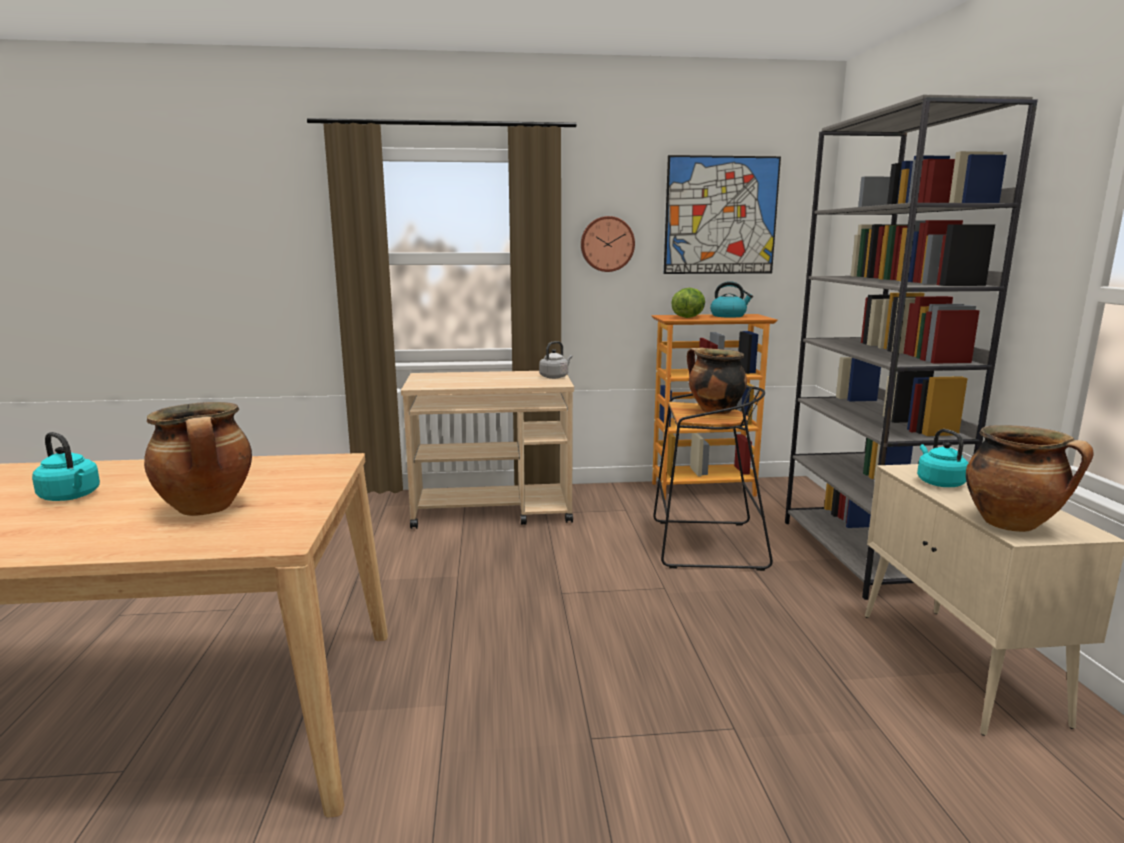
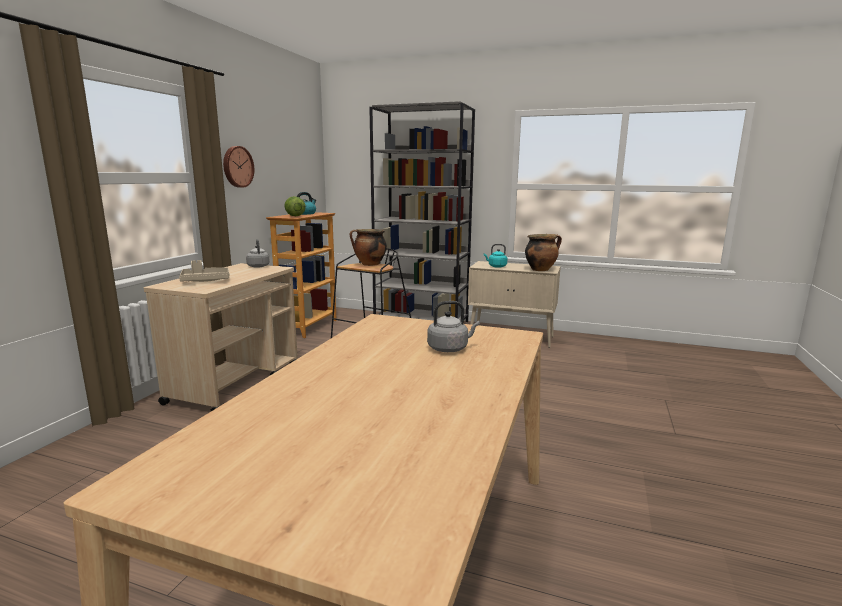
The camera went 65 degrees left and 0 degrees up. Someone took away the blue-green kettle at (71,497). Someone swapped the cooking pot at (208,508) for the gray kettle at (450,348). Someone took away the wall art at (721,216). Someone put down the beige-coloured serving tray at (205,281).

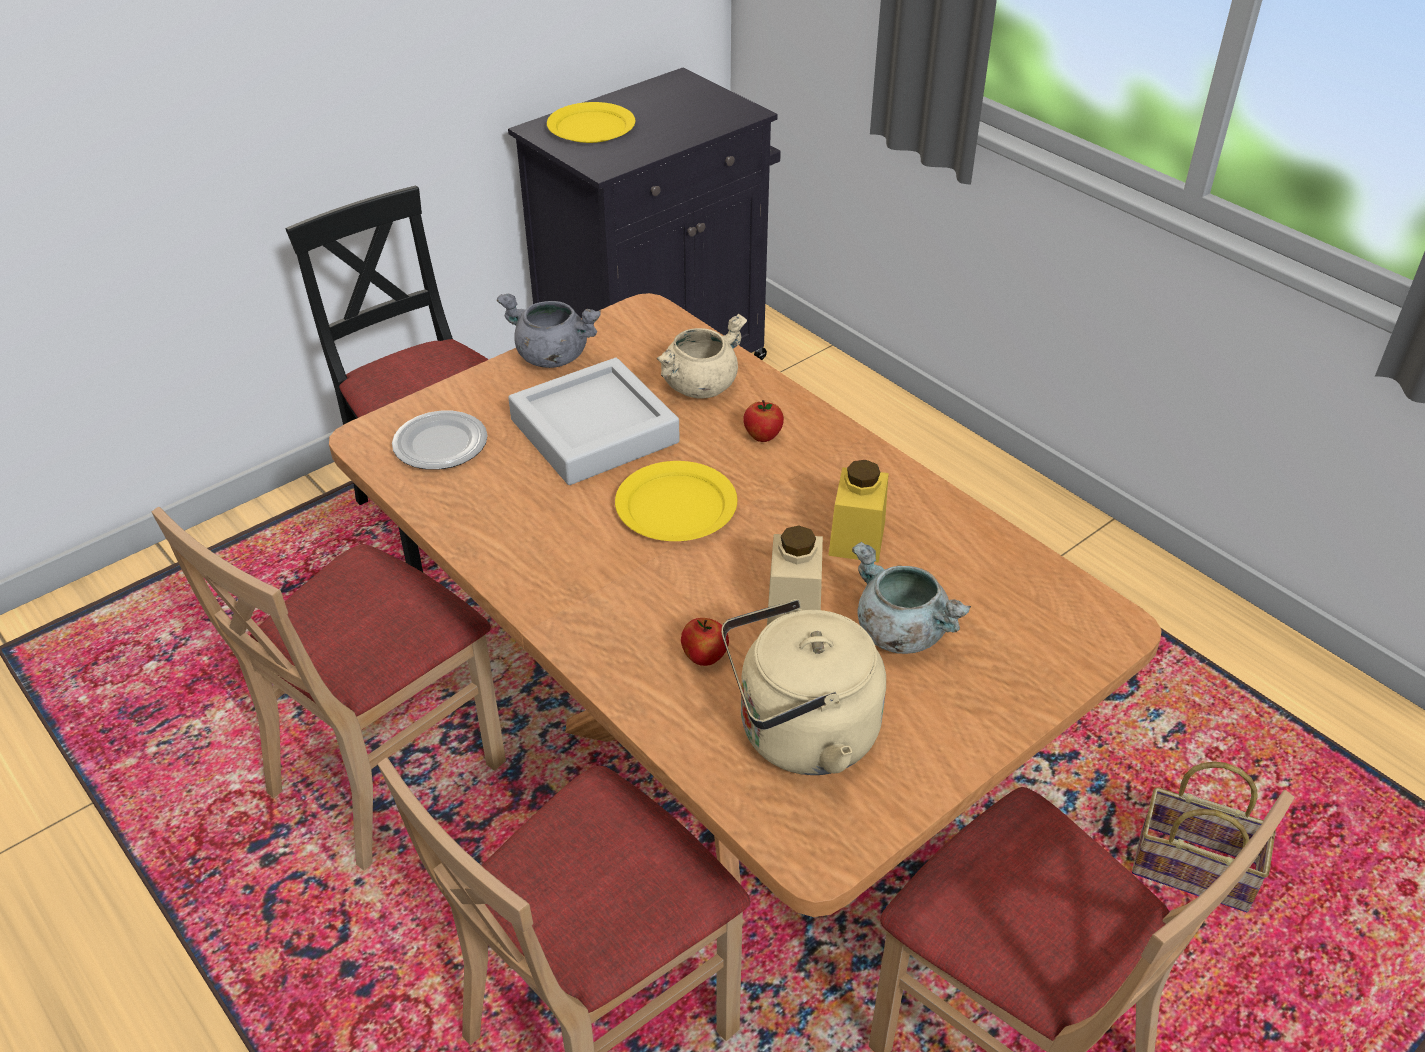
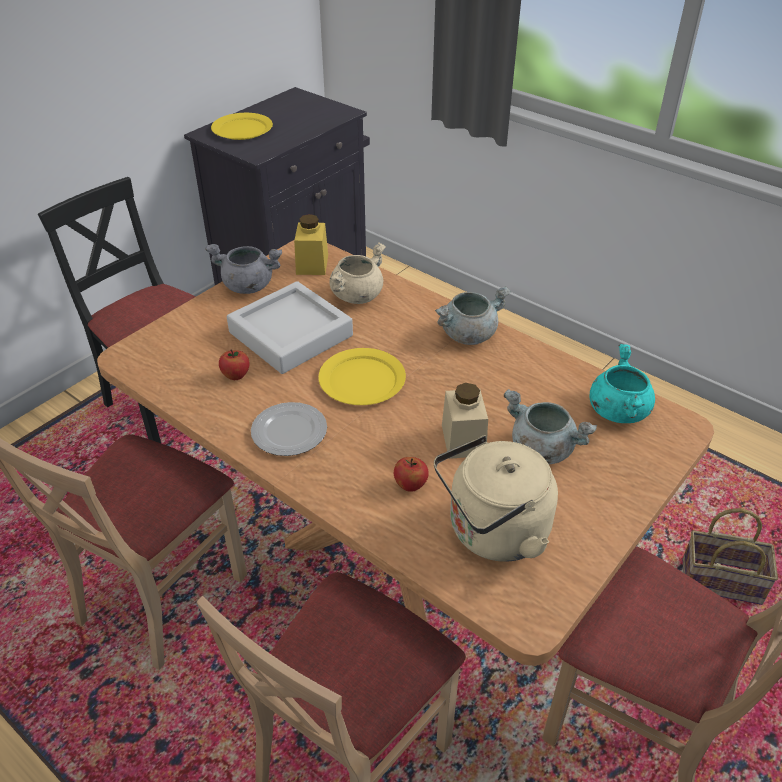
The camera went 10 degrees left and 0 degrees up. Someone carried the plate from (441,444) to (290,432). Someone carried the whole apple from (763,436) to (236,376). Someone carried the yellow-coloured jar from (857,538) to (312,264). Someone put down the gray cooking pot at (468,334). Someone put down the blue-green cooking pot at (618,411).

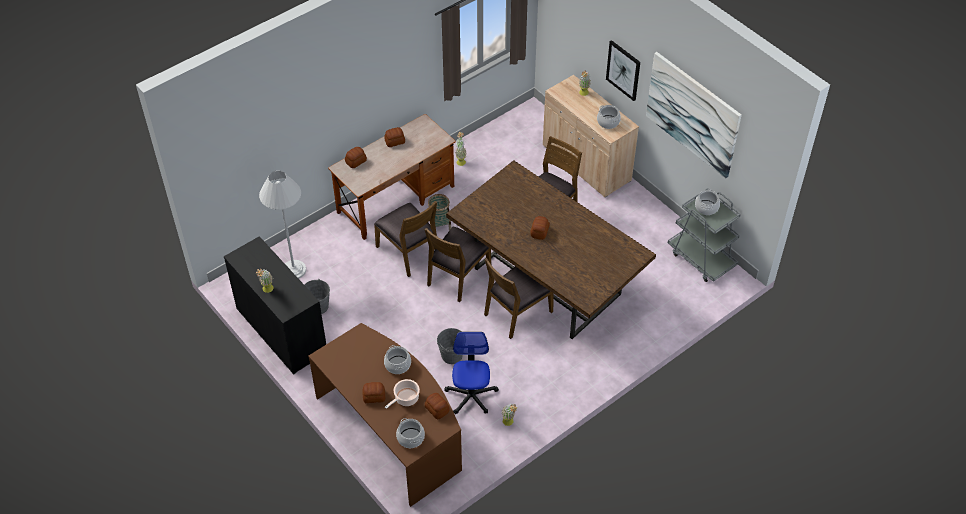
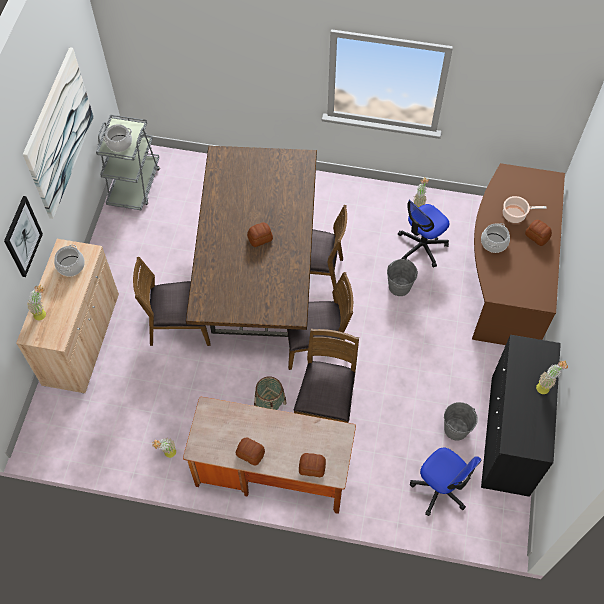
The camera went 130 degrees left and 10 degrees up. Someone swapped the white standard lamp at (294,270) for the computer chair at (440,488). Someone took away the cooking pot at (410,438). Someone took away the baked bread at (437,410).

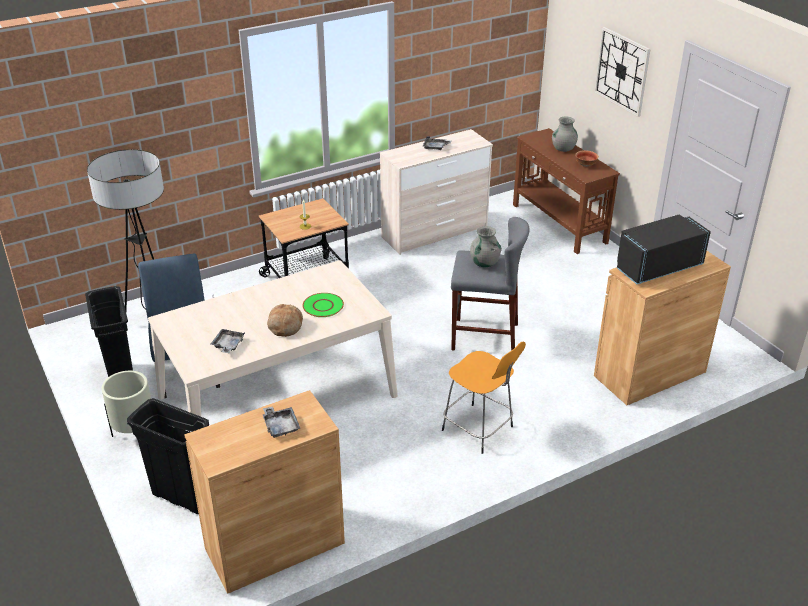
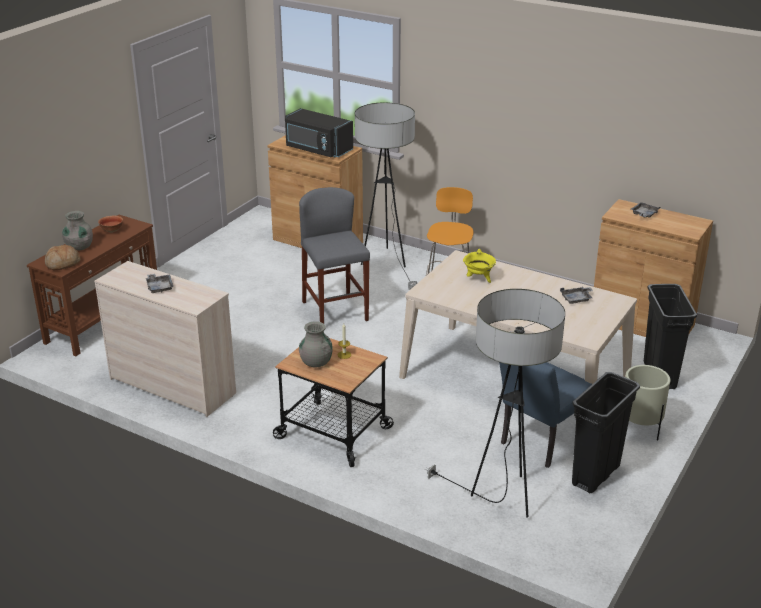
The camera went 120 degrees left and 5 degrees down. Someone carried the baked bread from (285,326) to (63,264). Someone swapped the green-coloured plate at (323,306) for the yellow-coloured cooking pot at (478,279). Someone carried the gray vase from (484,263) to (316,362). Someone took away the hanging clock at (622,71). Someone put down the standard lamp at (386,264).

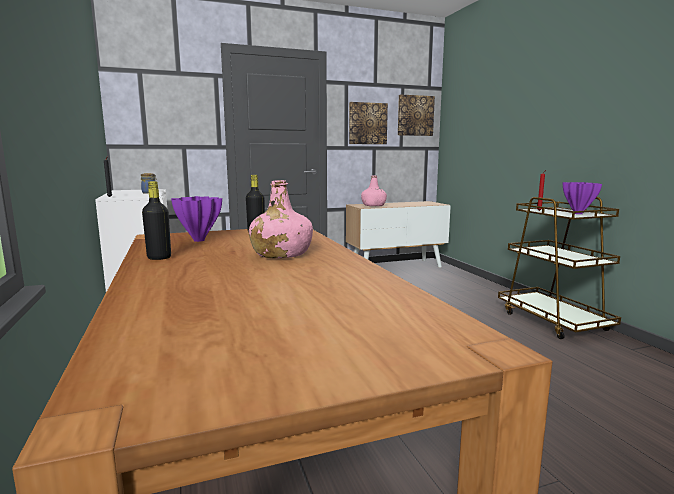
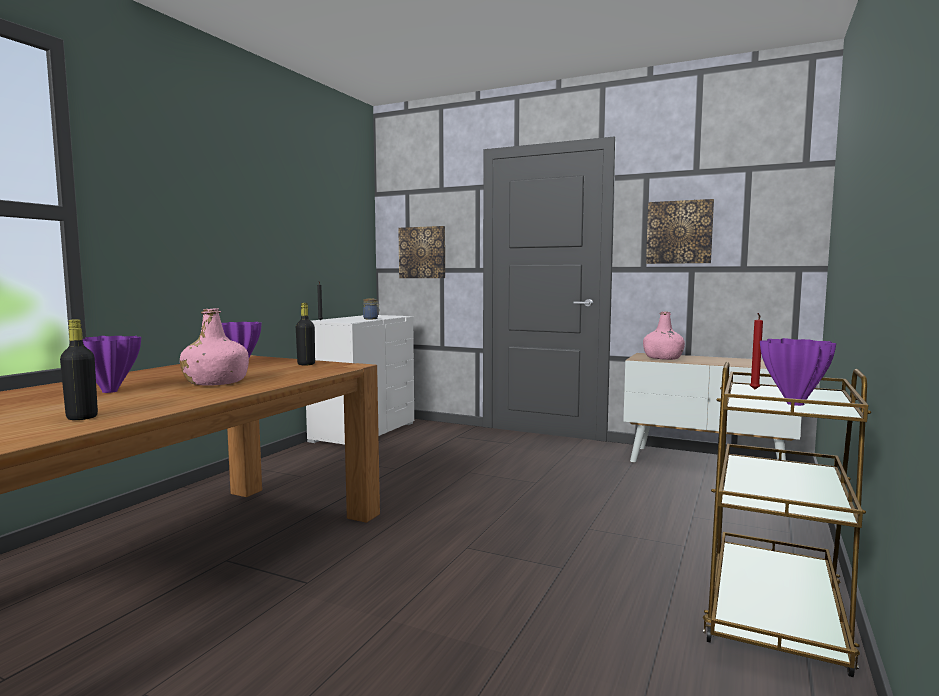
The camera went 45 degrees right and 5 degrees down. Someone carried the black beverage bottle from (159,258) to (82,417). Someone carried the wall art from (415,115) to (422,252). Someone put down the purplish vase at (110,391).

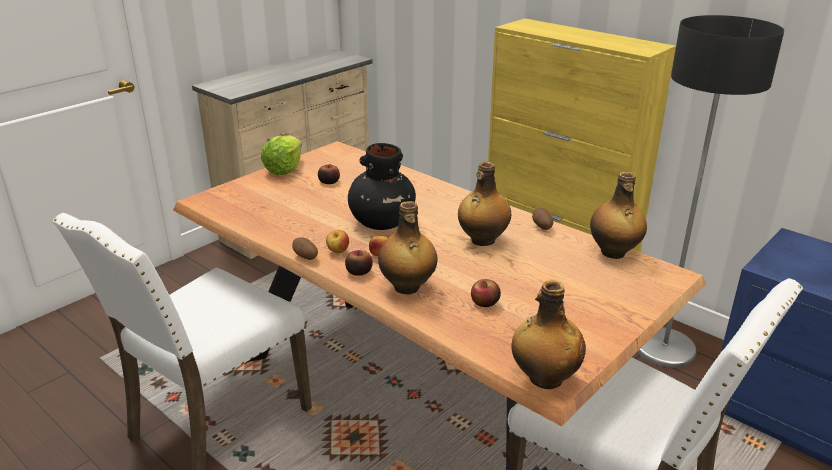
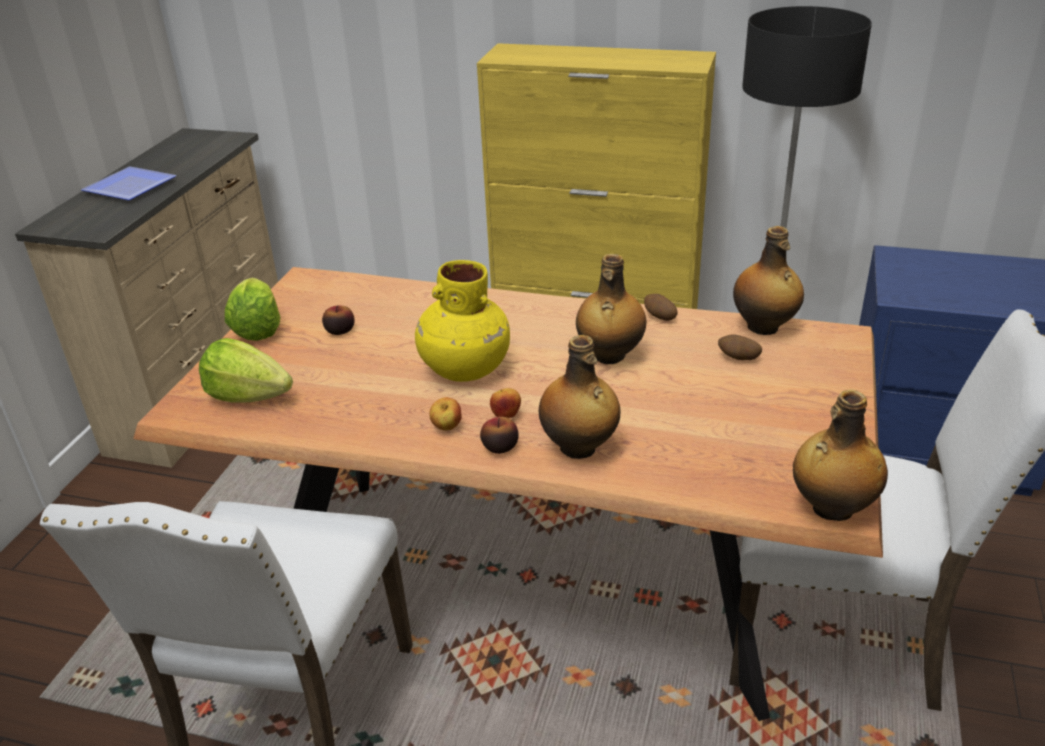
The camera went 25 degrees left and 5 degrees up. Someone carried the whole potato from (305,257) to (738,358). Someone repainted the black vase at (381,222), which became the yellow-coloured vase at (464,368). Someone took away the whole apple at (485,303). Someone put down the plate at (130,186). Someone put down the lettuce head at (248,396).

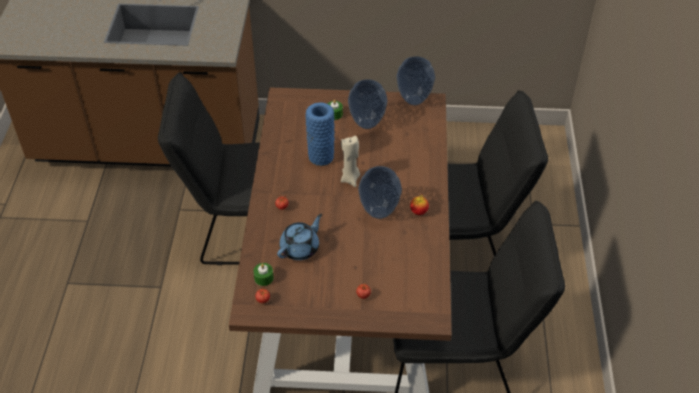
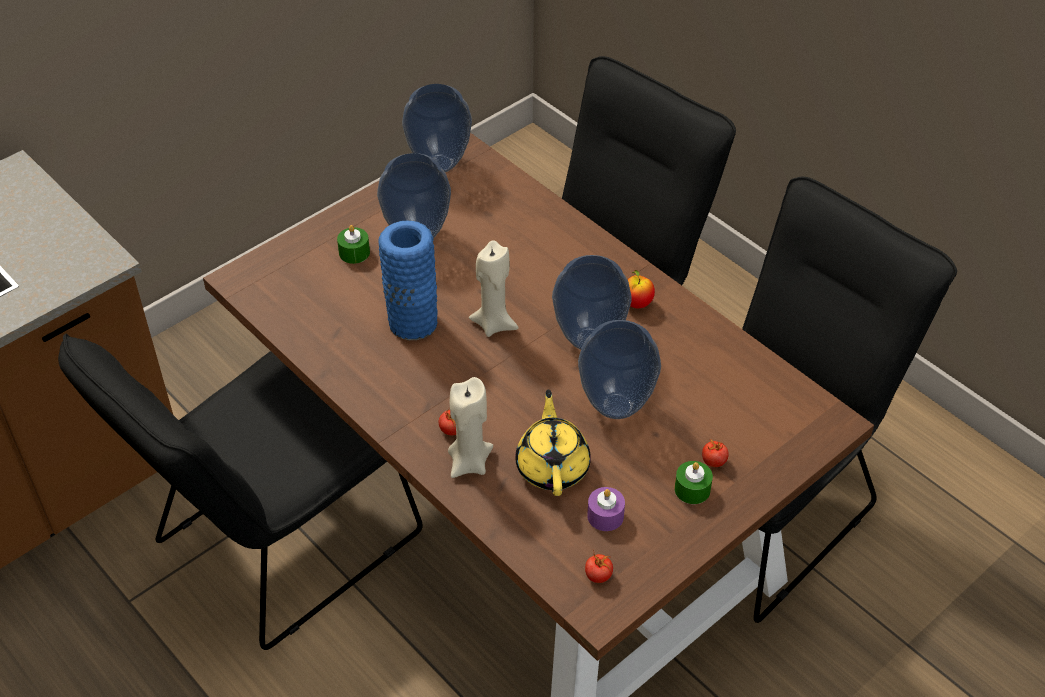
The camera went 45 degrees left and 0 degrees up. Someone carried the green-coloured candle from (264,278) to (692,489). Someone repainted the bluish tea pot at (300,248), which became the yellow-coloured tea pot at (552,466). Someone put down the beige-coloured candle at (469,462). Someone put down the vase at (617,406). Someone put down the purplish candle at (605,516).

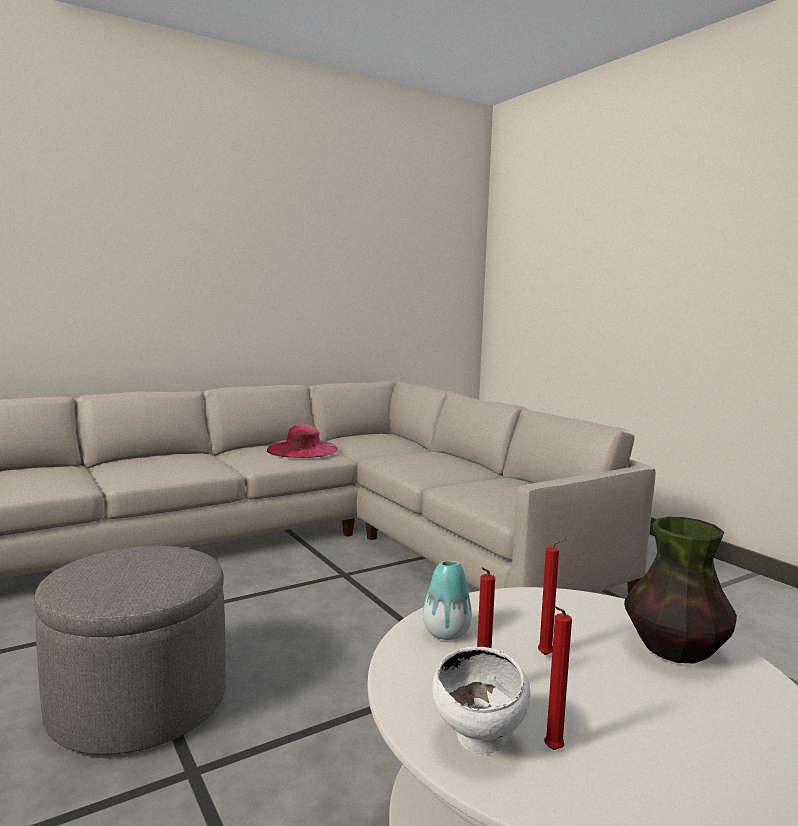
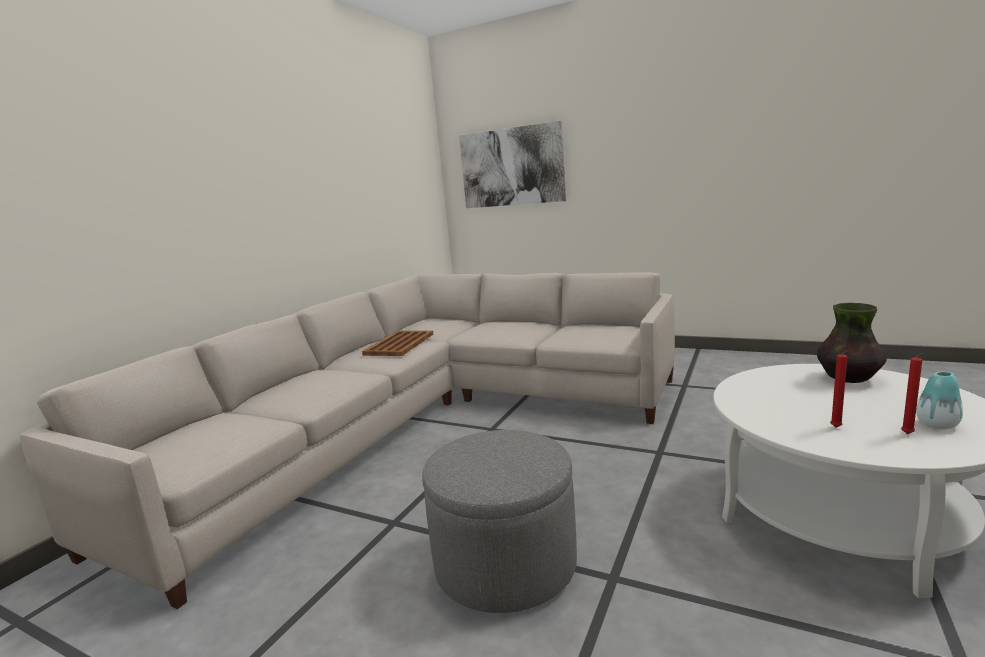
The camera went 30 degrees left and 5 degrees up. Someone swapped the pink wearable hat at (302,449) for the brownish serving tray at (399,344). Someone carried the vase from (446,633) to (937,424). Someone took away the white deep dish at (480,743). Someone took away the red candle at (547,656). Someone put up the wall art at (511,167).

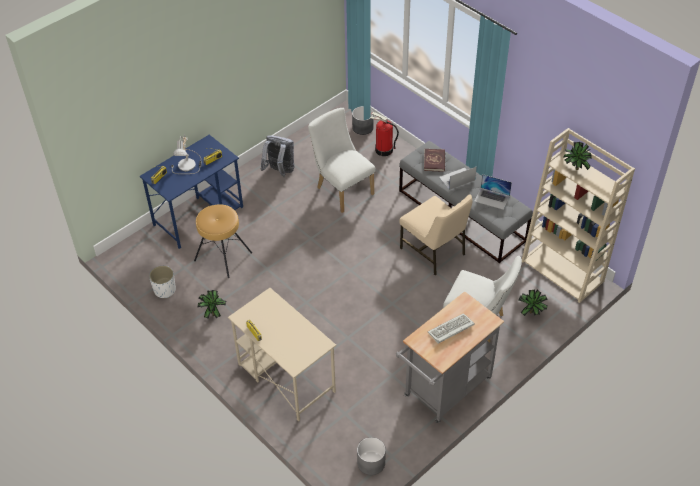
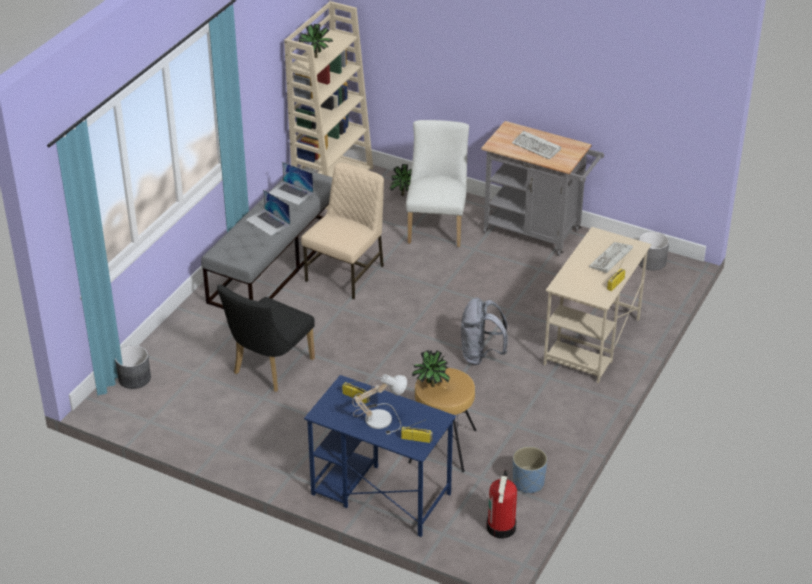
The camera went 110 degrees left and 10 degrees down. Someone repainted the white flower pot at (165,290), which became the bluish flower pot at (528,483). Someone carried the potted plant from (213,313) to (430,387). Someone carried the gray rucksack from (280,171) to (481,355). Someone repainted the white upright chair at (342,189), which became the black upright chair at (269,369). Someone carried the fire extinguisher from (383,150) to (501,527). Someone took away the red bound book at (434,161). Someone rotated the portable computer at (492,198) by 120 degrees clockwise. Someone put down the PC keyboard at (610,260).

